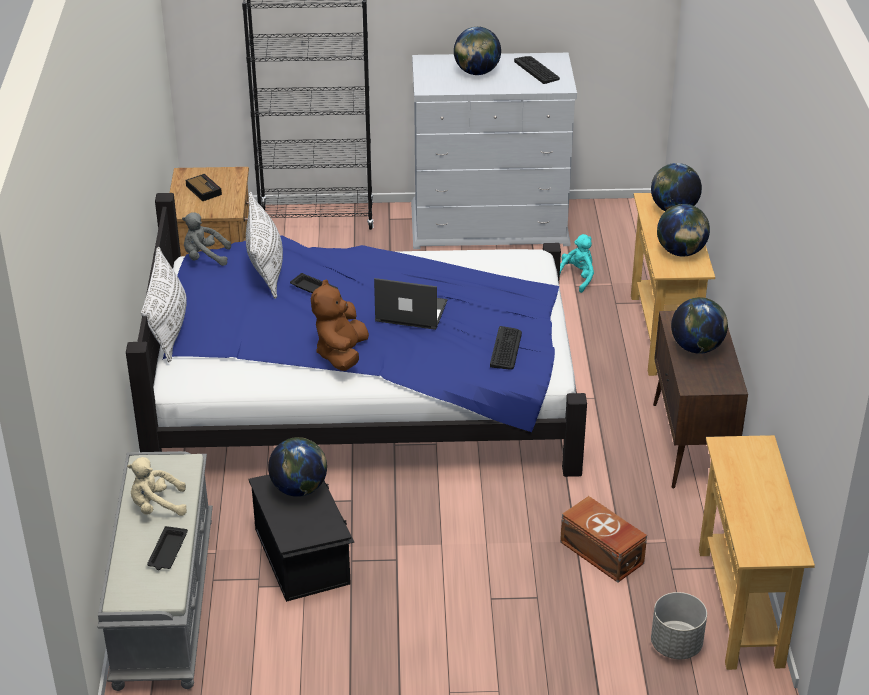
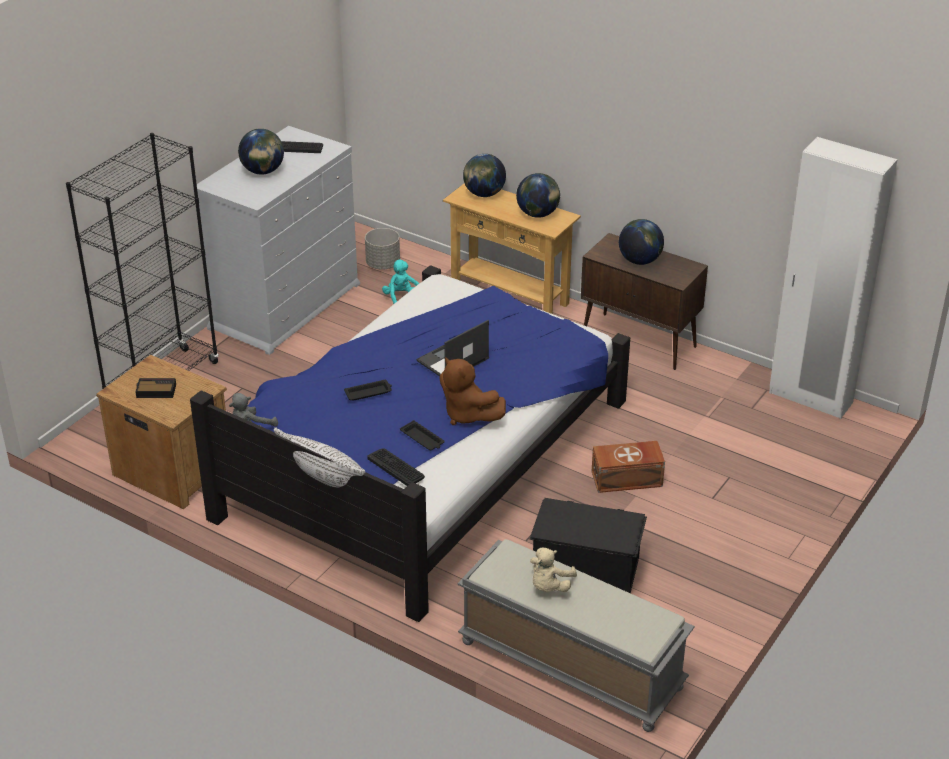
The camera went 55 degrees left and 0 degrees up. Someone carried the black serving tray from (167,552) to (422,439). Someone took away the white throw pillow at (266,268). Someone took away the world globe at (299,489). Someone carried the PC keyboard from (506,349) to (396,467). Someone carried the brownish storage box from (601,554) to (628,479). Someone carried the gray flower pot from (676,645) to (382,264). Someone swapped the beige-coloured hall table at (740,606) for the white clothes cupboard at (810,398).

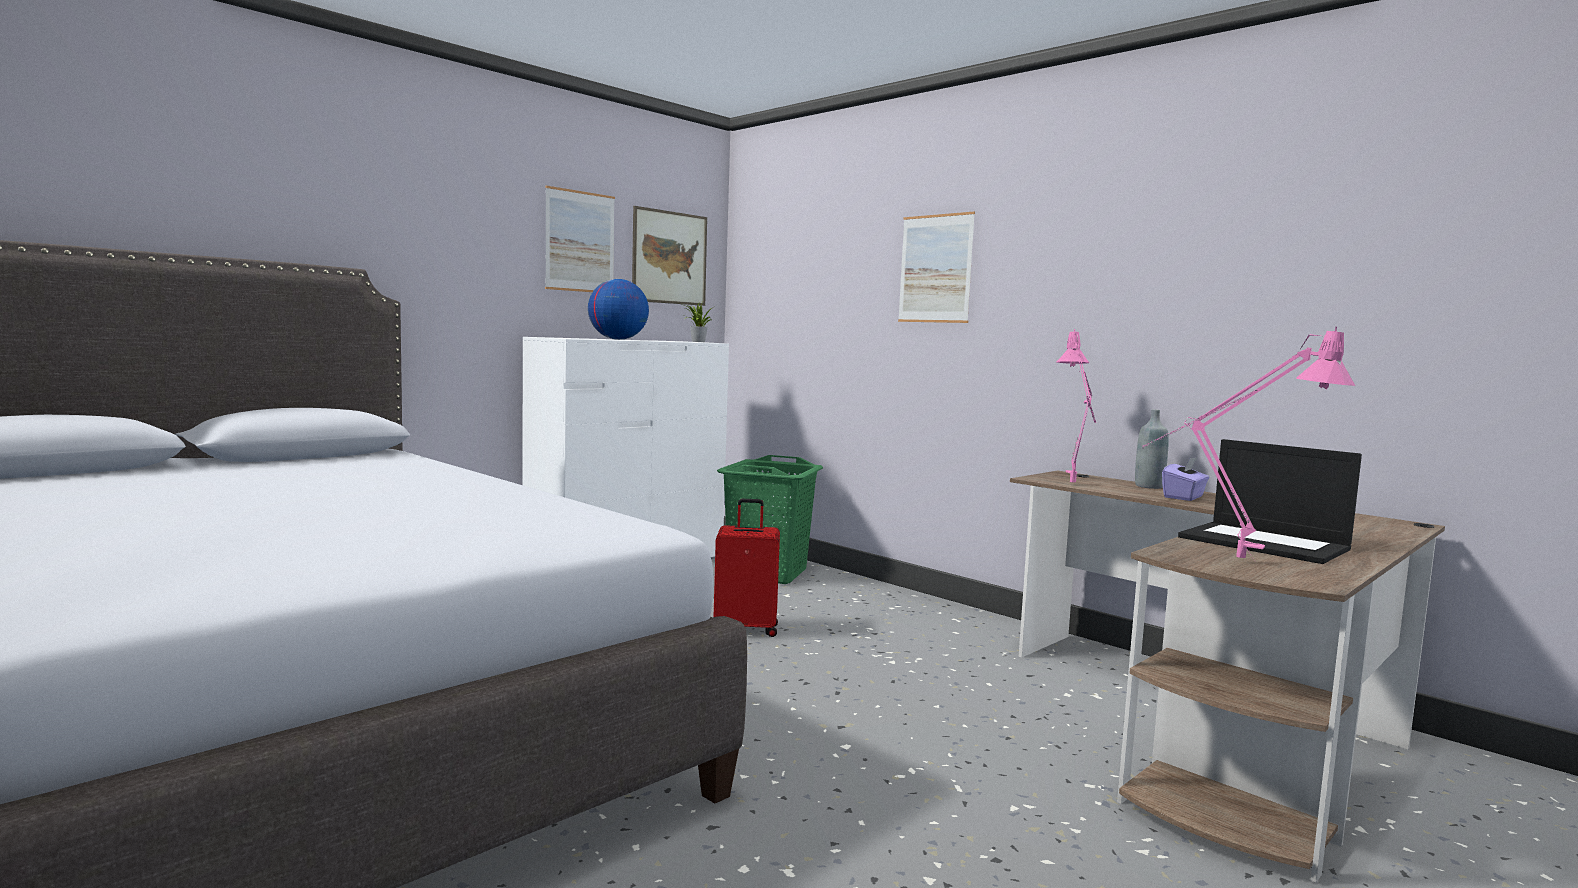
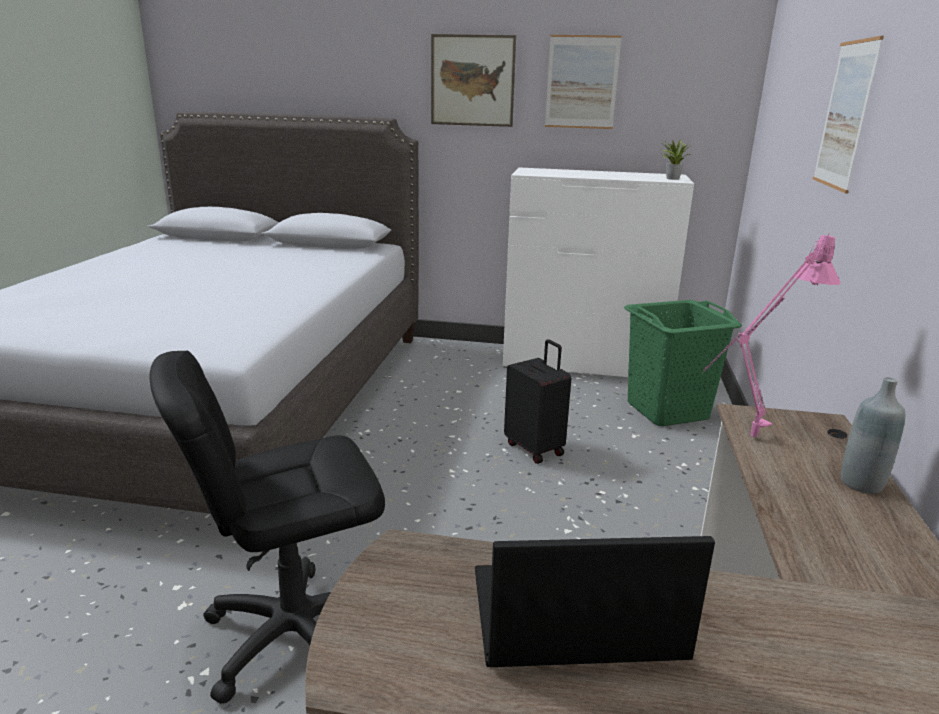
The camera went 55 degrees right and 15 degrees up. Someone took away the world globe at (617,339). Someone carried the wall art from (669,257) to (472,81). Someone repainted the red piece of luggage at (746,629), which became the black piece of luggage at (535,448). Someone took away the pink tabletop lamp at (1227,559). Someone took away the purplish tissue box at (1184,497). Someone rotated the portable computer at (1266,543) by 75 degrees clockwise. Someone put down the black computer chair at (294,634).

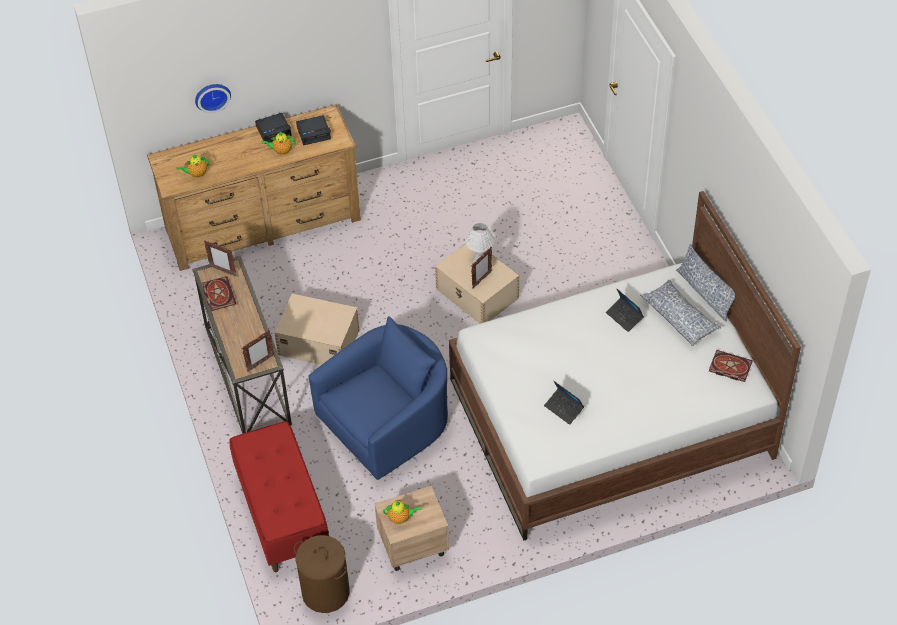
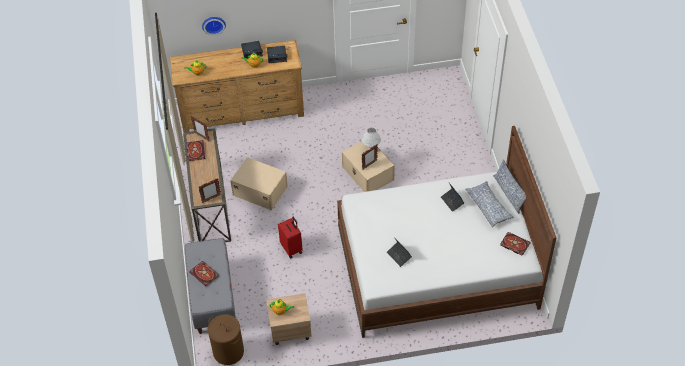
The camera went 10 degrees right and 0 degrees up. Someone repainted the red indoor bench at (282,513), which became the gray indoor bench at (212,296). Someone swapped the bluish easy chair at (387,422) for the red piece of luggage at (292,248). Someone put down the bound book at (205,274).

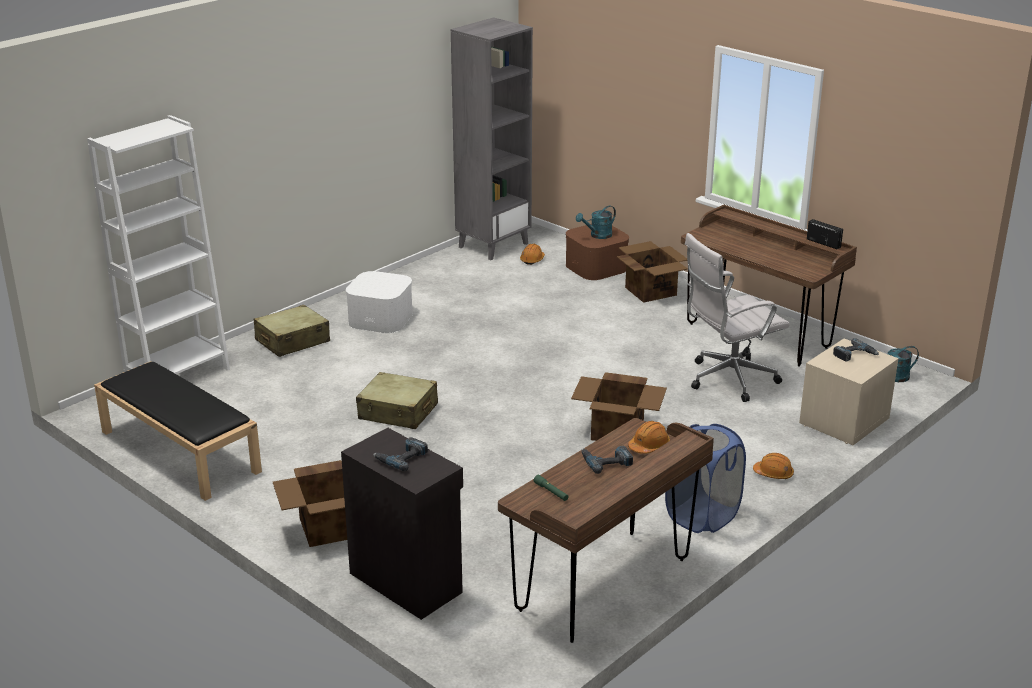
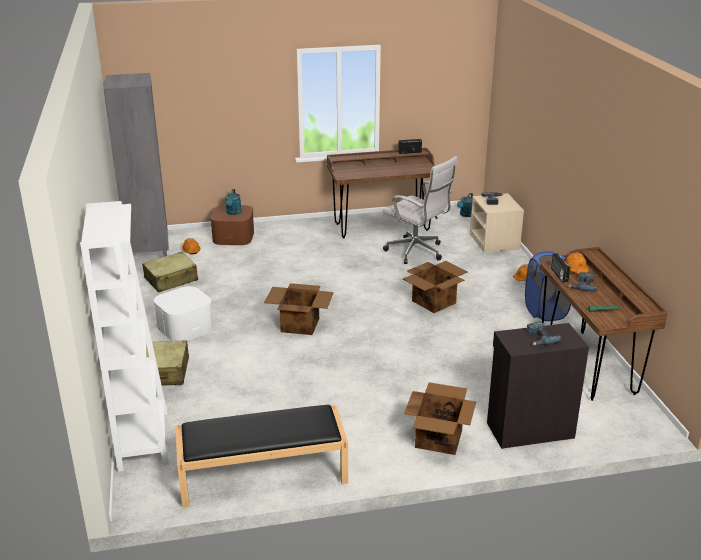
The camera went 55 degrees left and 0 degrees up. Someone carried the beige-coloured piece of luggage from (398,412) to (171,279). Someone carried the packing box from (650,291) to (299,324). Someone rotated the white computer chair at (728,380) by 60 degrees counterclockwise. Someone put down the radio set at (558,275).

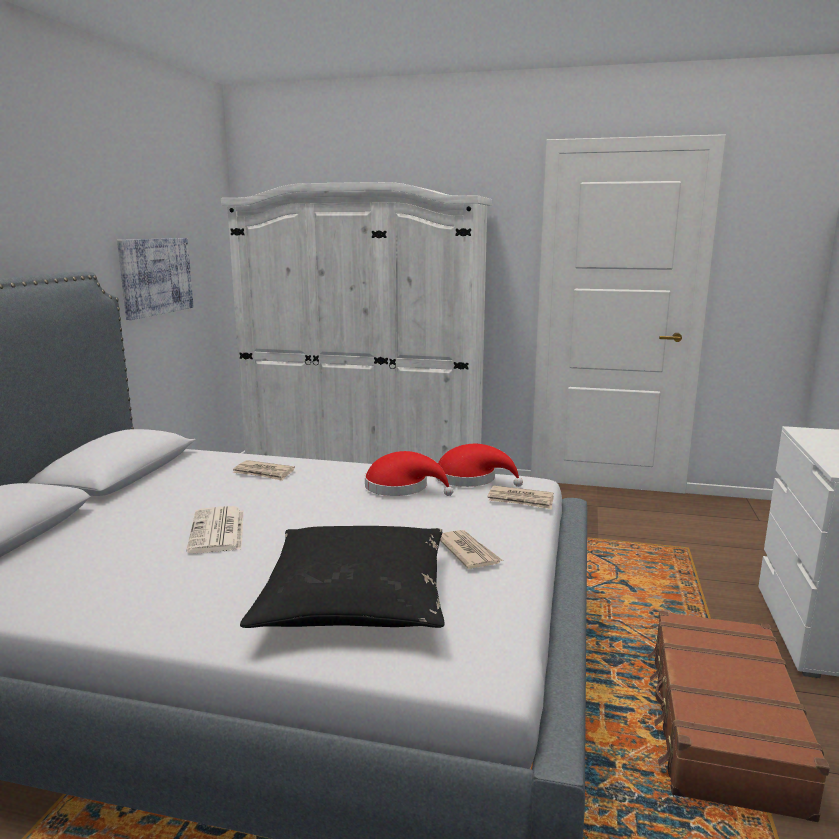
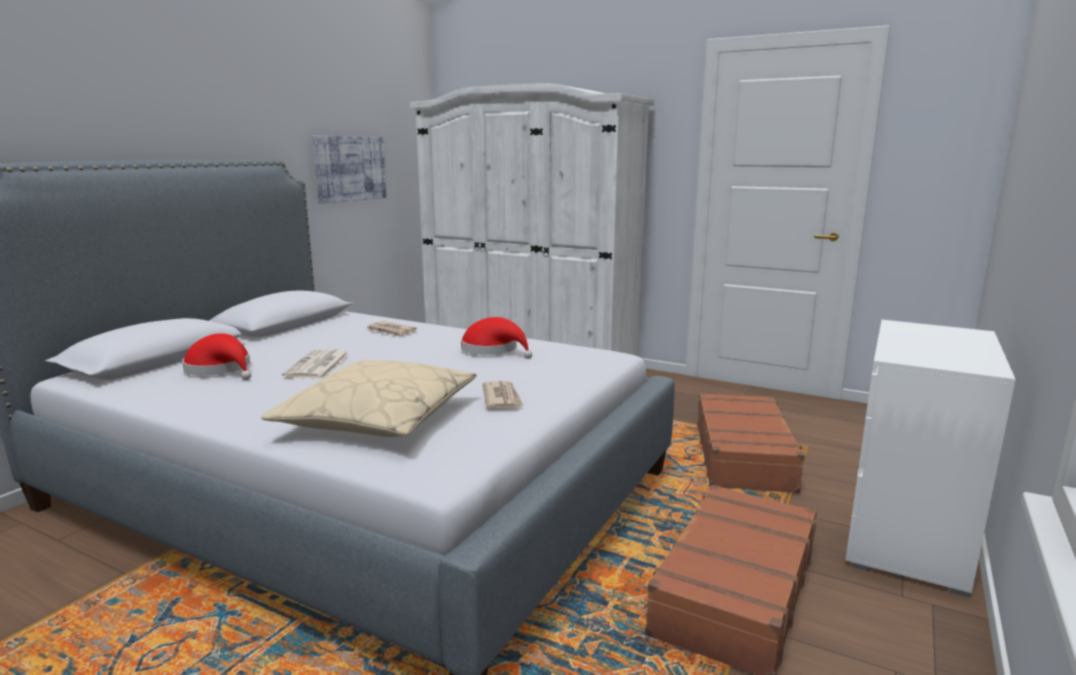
The camera went 15 degrees right and 0 degrees up. Someone repainted the black throw pillow at (354,597), which became the beige-coloured throw pillow at (378,417). Someone carried the red wearable hat from (471,479) to (221,369). Someone took away the newspaper at (521,500). Someone put down the brownish piece of luggage at (744,456).

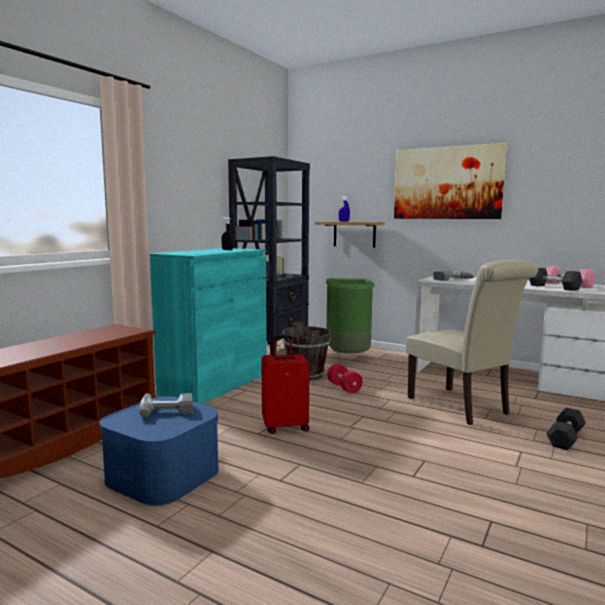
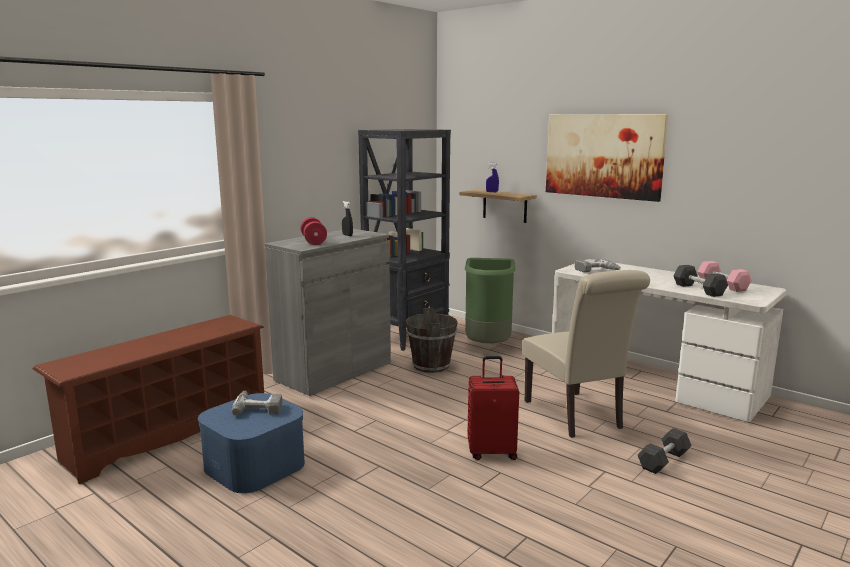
The camera went 10 degrees right and 5 degrees up. Someone repainted the blue-green storage cabinet at (214,383), which became the gray storage cabinet at (334,371). Someone carried the red piece of luggage from (285,426) to (492,452). Someone carried the red dumbbell from (344,387) to (313,241).

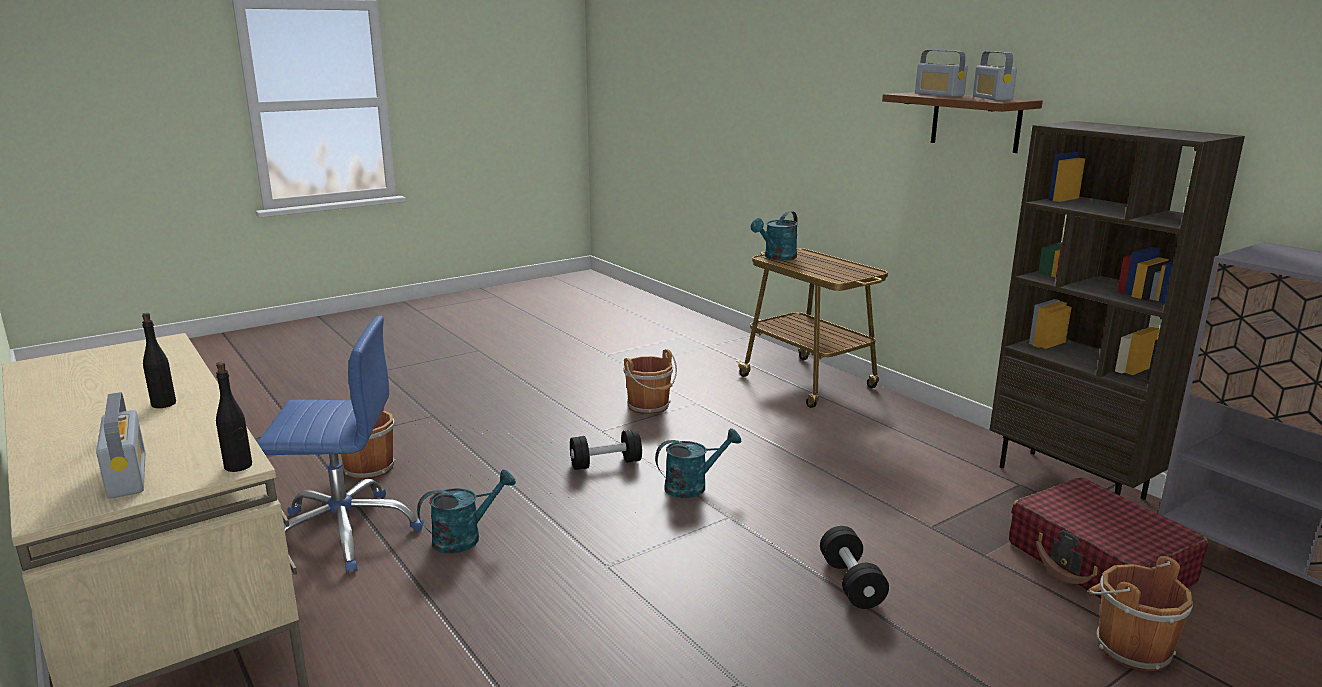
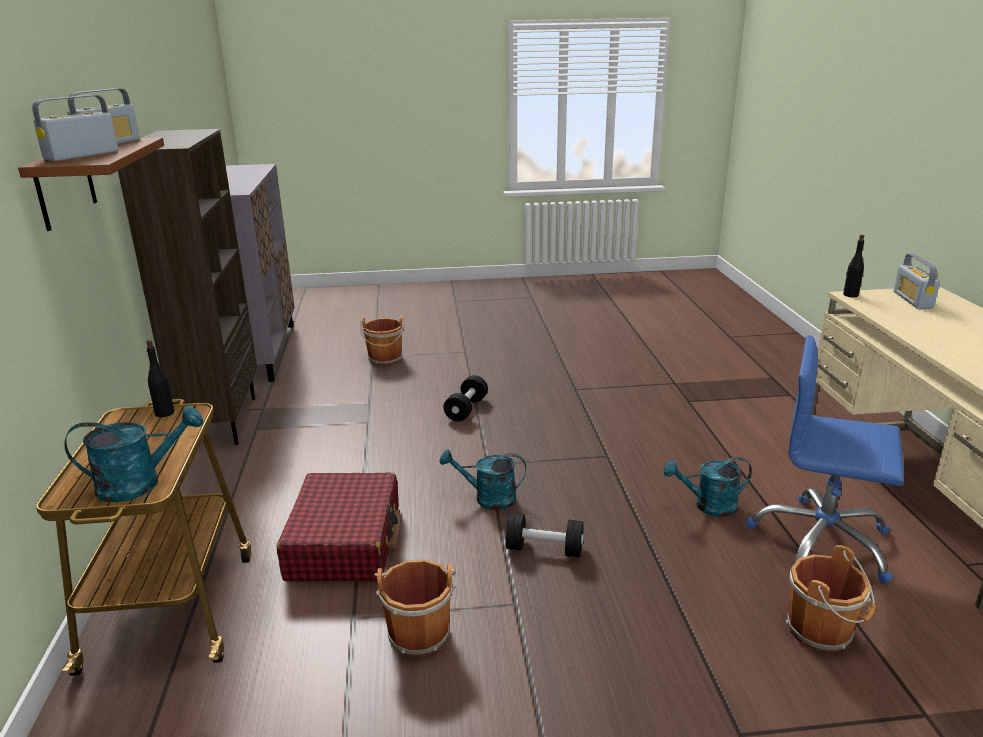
The camera went 150 degrees left and 5 degrees up. Someone carried the black beverage bottle from (163,404) to (165,413). Someone rotated the radio set at (939,94) by 150 degrees counterclockwise. Someone carried the red piece of luggage from (1099,563) to (345,542).

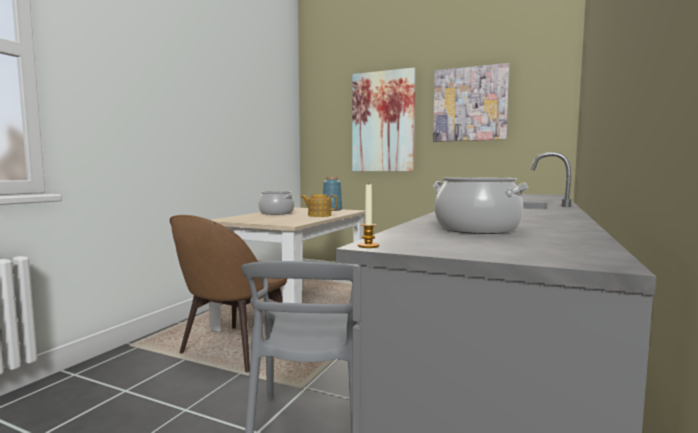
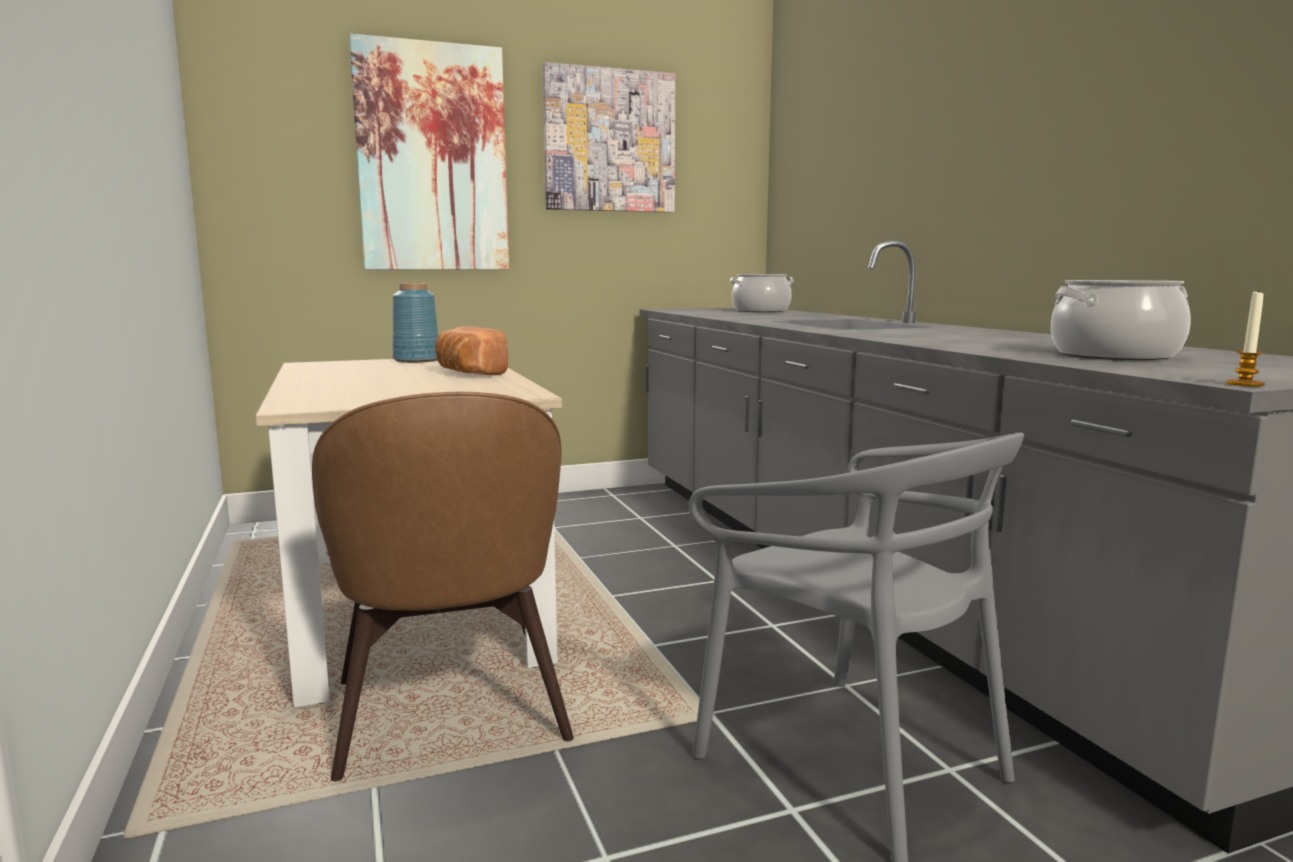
The camera went 45 degrees left and 5 degrees up. Someone carried the cooking pot from (276,213) to (760,311). Someone swapped the tea pot at (319,215) for the baked bread at (468,373).

